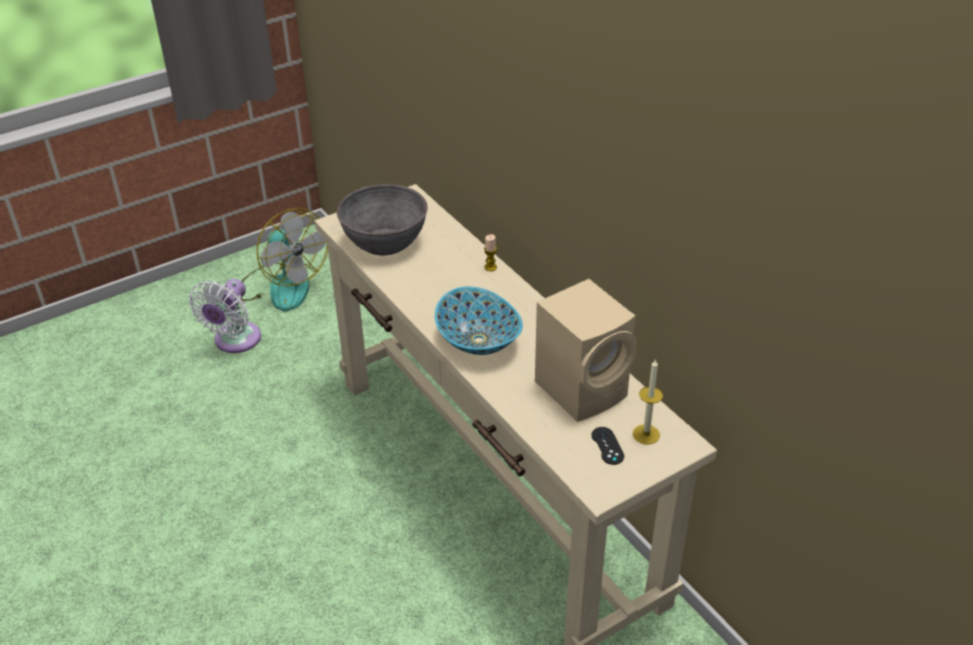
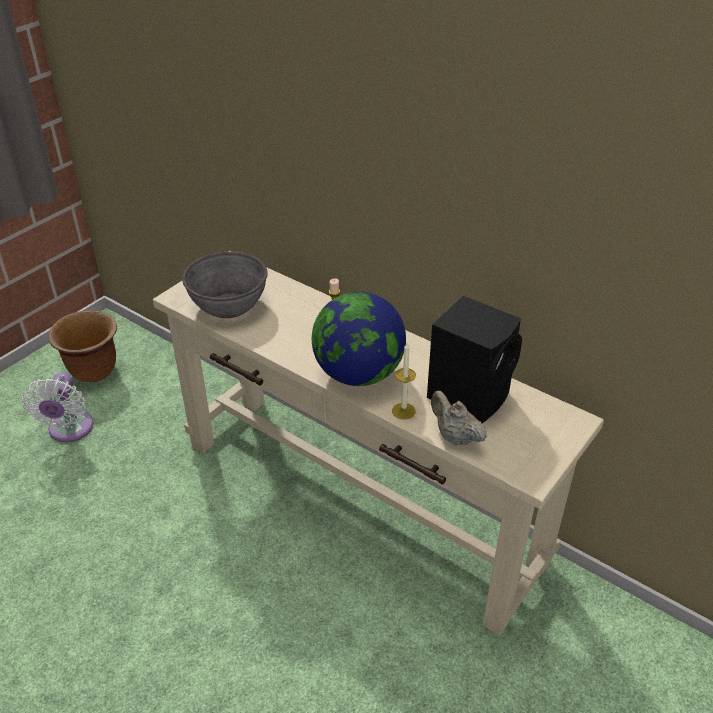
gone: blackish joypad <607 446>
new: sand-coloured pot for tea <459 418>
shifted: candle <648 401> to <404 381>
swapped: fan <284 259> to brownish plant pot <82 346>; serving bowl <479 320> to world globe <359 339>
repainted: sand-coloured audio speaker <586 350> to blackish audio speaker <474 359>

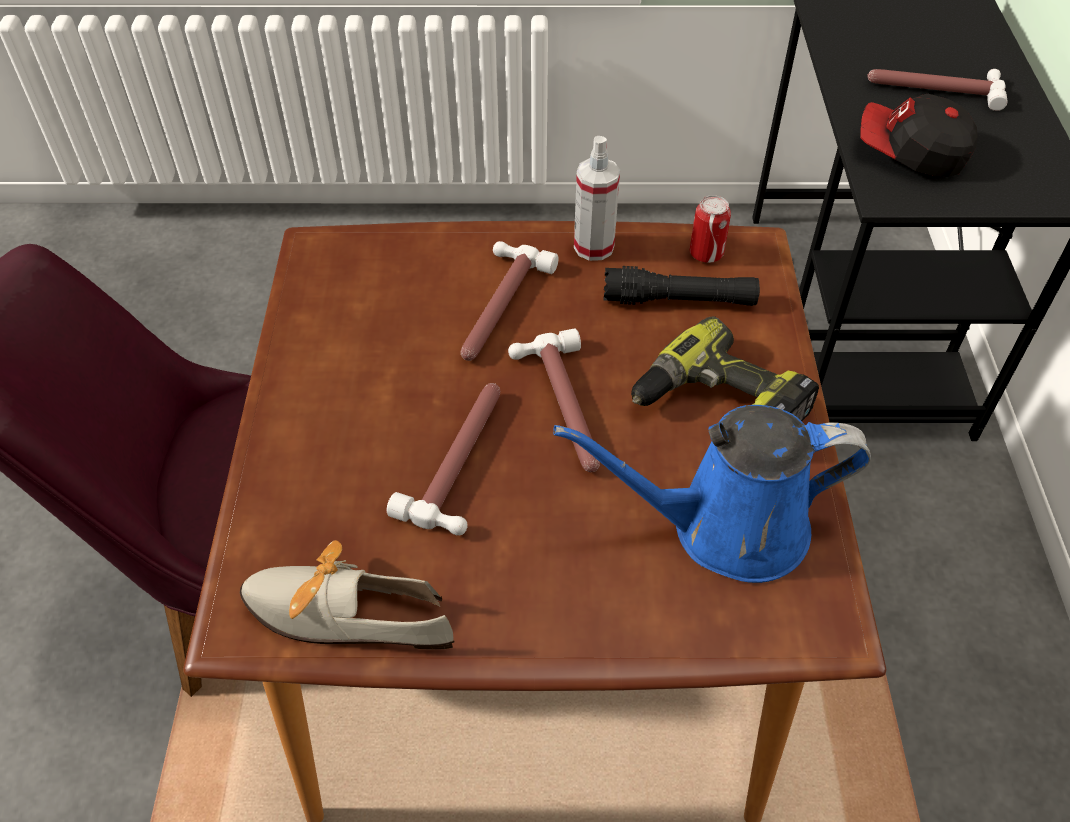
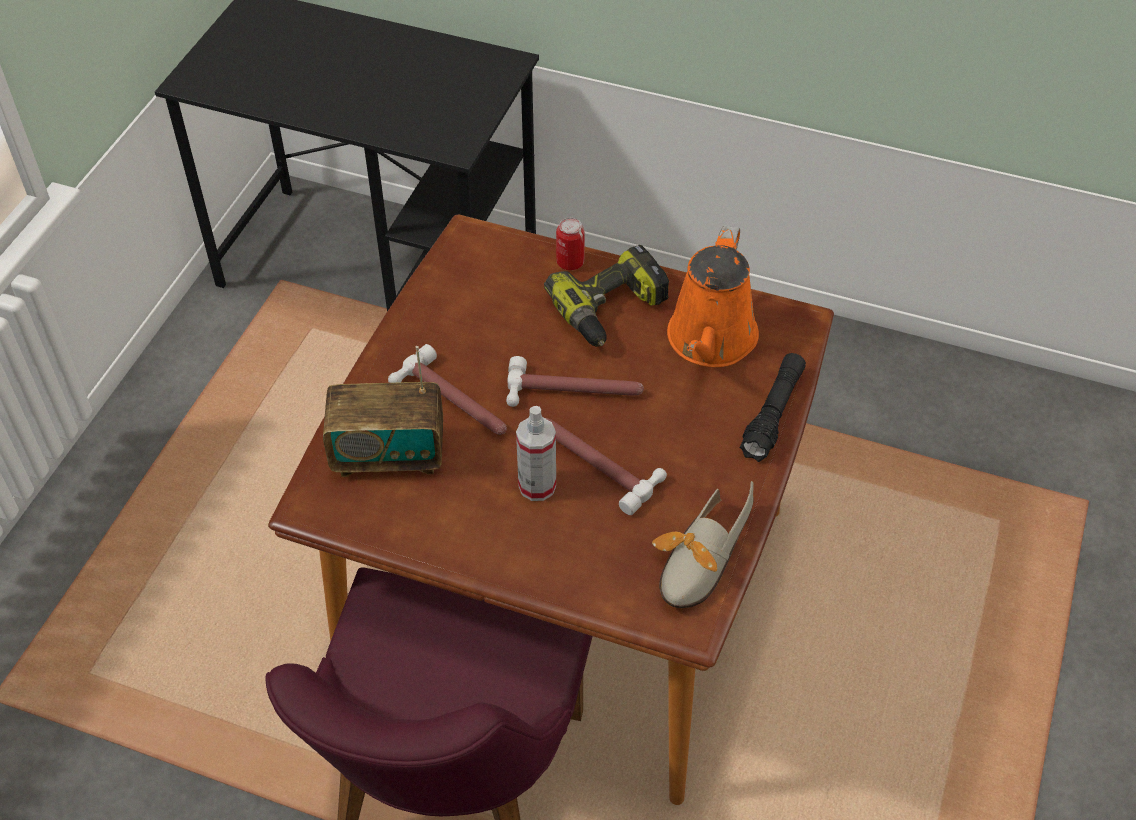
gone: tool hammer <937 90>; cap <919 135>
new: radio receiver <383 411>
shifted: sprayer <597 198> to <536 453>; sealed can <710 229> to <570 244>; blackish hand torch <681 286> to <773 407>
repainted: bluish watering can <712 494> to orangey watering can <713 296>

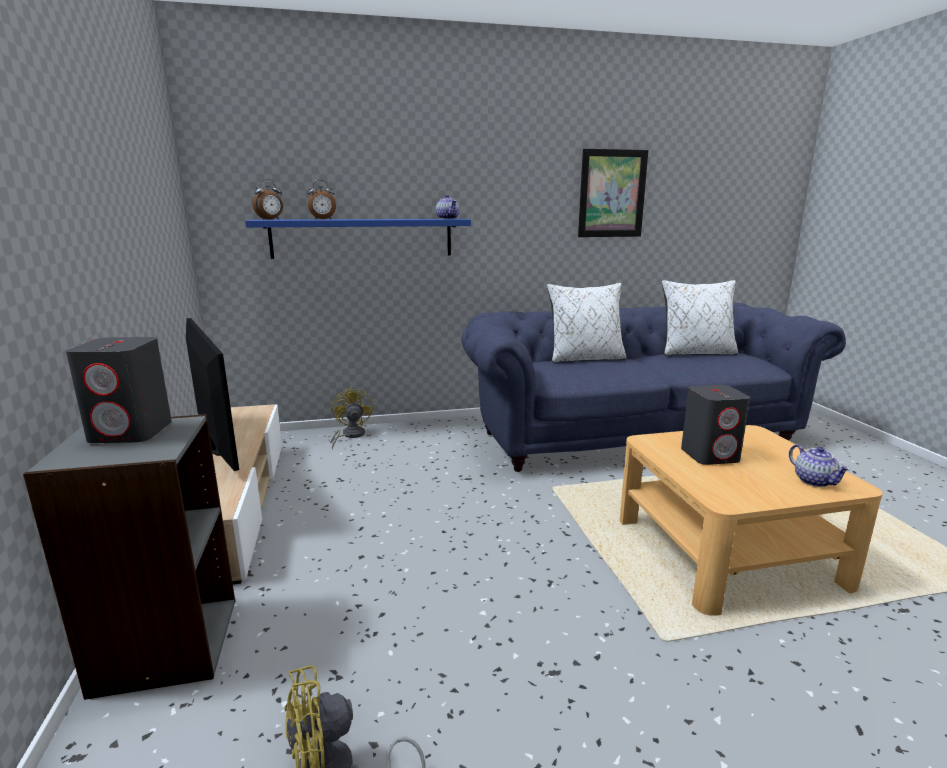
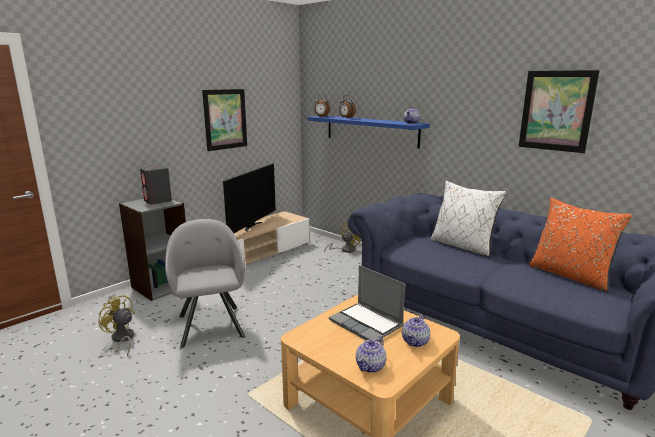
new: wall picture <224 120>; grey easy chair <205 284>; pot for tea <416 330>
swapped: grey audio speaker <715 425> to notebook computer <367 302>
repainted: white-coloured cushion <700 318> to orangey cushion <580 245>

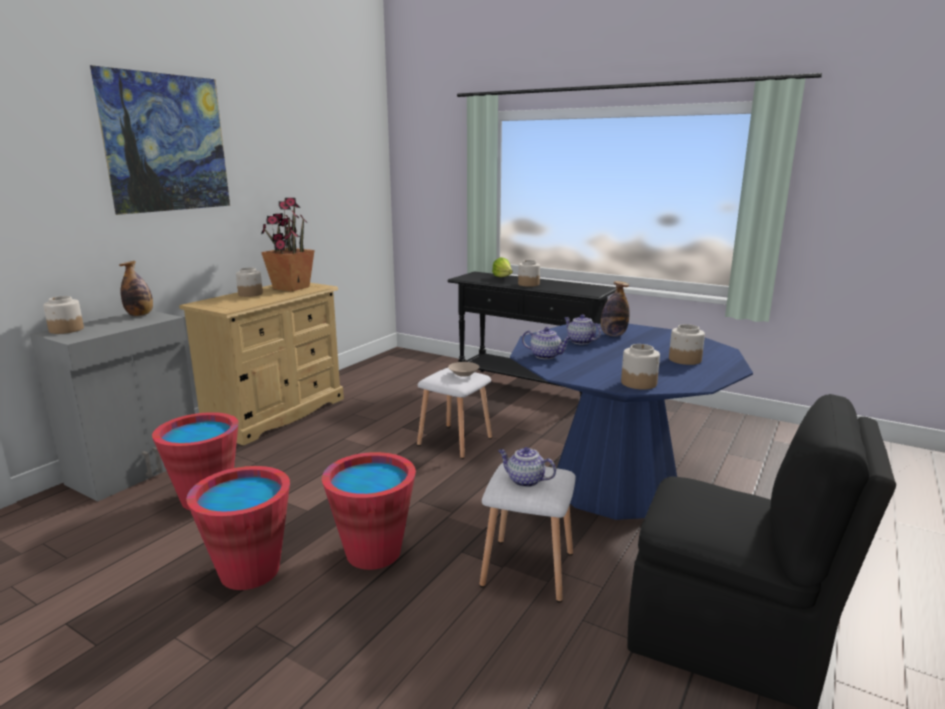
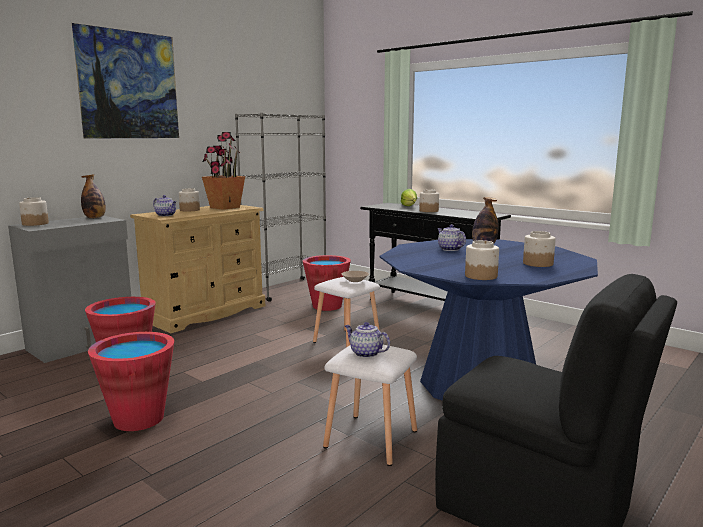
new: grey shelving unit <280 207>
shifted: pot for tea <546 343> to <165 205>; red bucket <369 511> to <327 283>

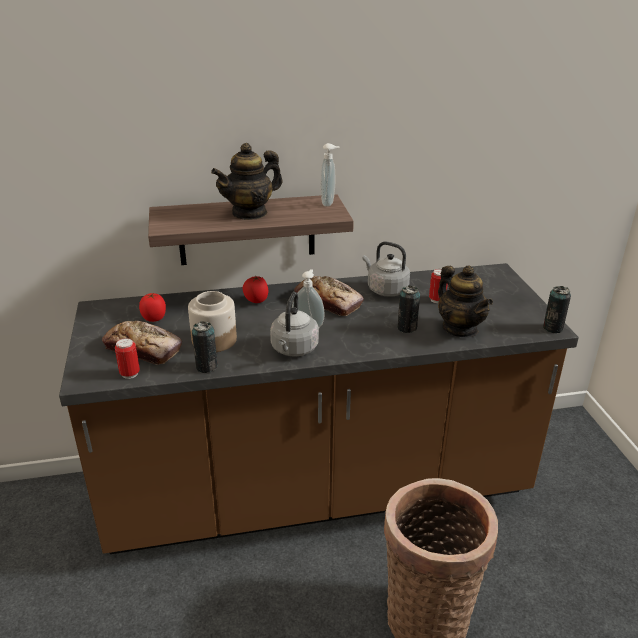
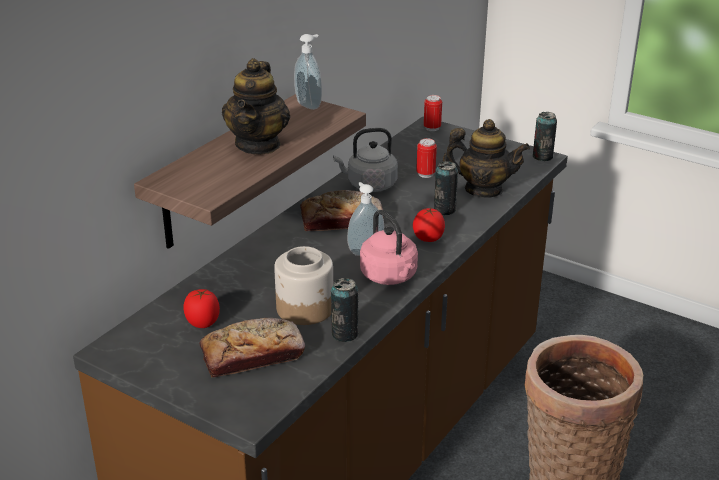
shifted: whole tomato <255 289> to <429 225>; sealed can <127 358> to <433 113>
repainted: grey kettle <294 324> to pink kettle <389 247>

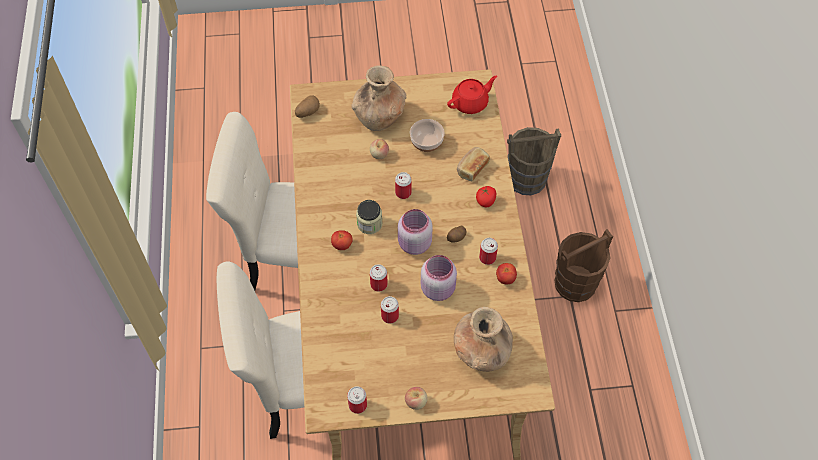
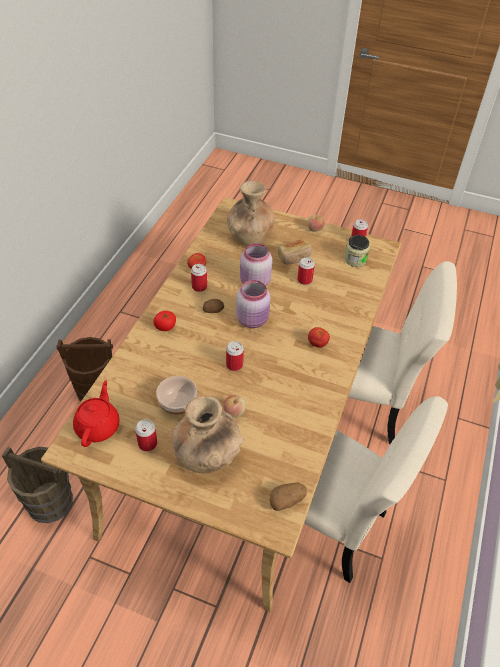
shifted: baked bread <473 164> to <295 251>; jar <369 217> to <357 251>; sealed can <379 278> to <146 435>
rotated: red pot for tea <472 95> = <96 413> 105 degrees clockwise

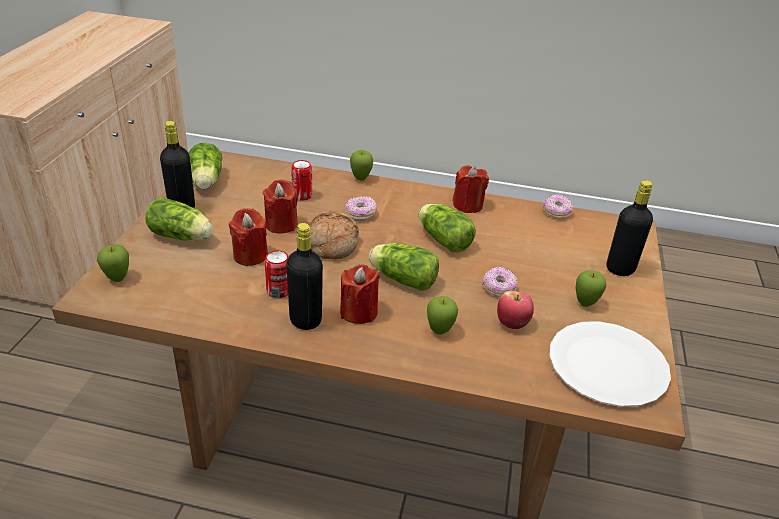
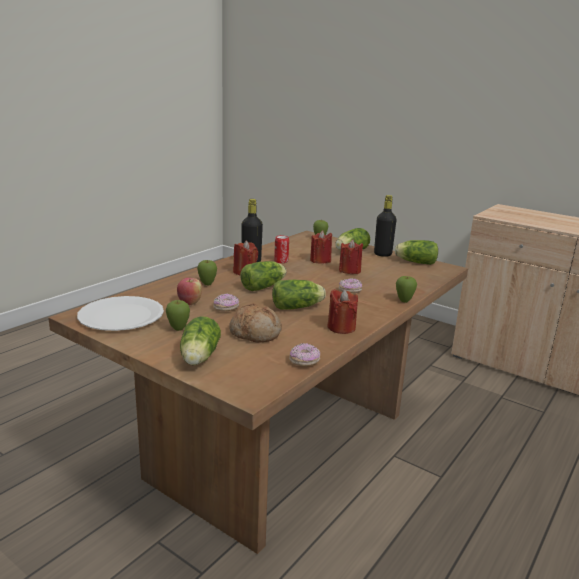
gone: sealed can <301 180>
shifted: baked bread <334 235> to <255 323>
swapped: blackish bottle <630 228> to head of lettuce <200 340>

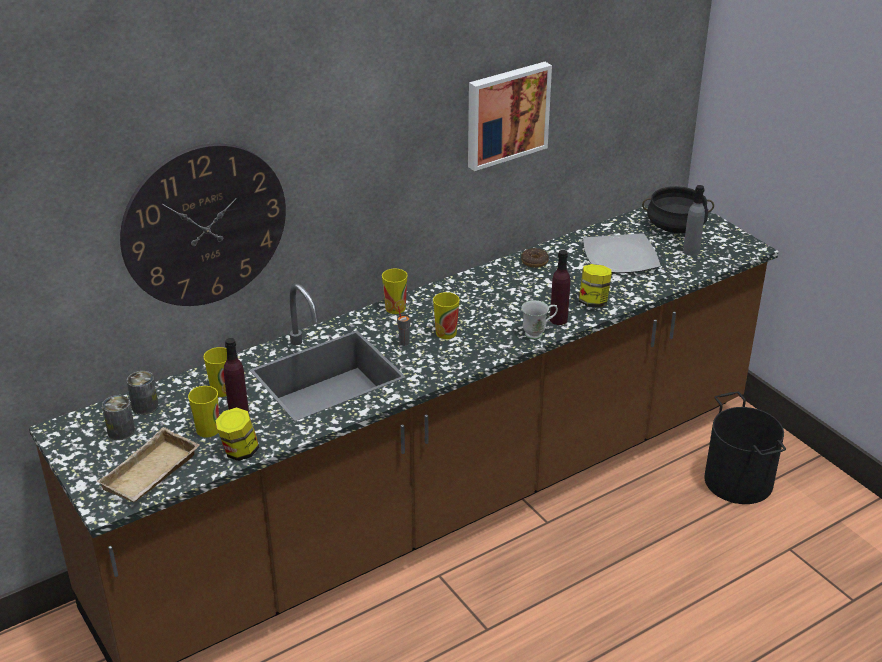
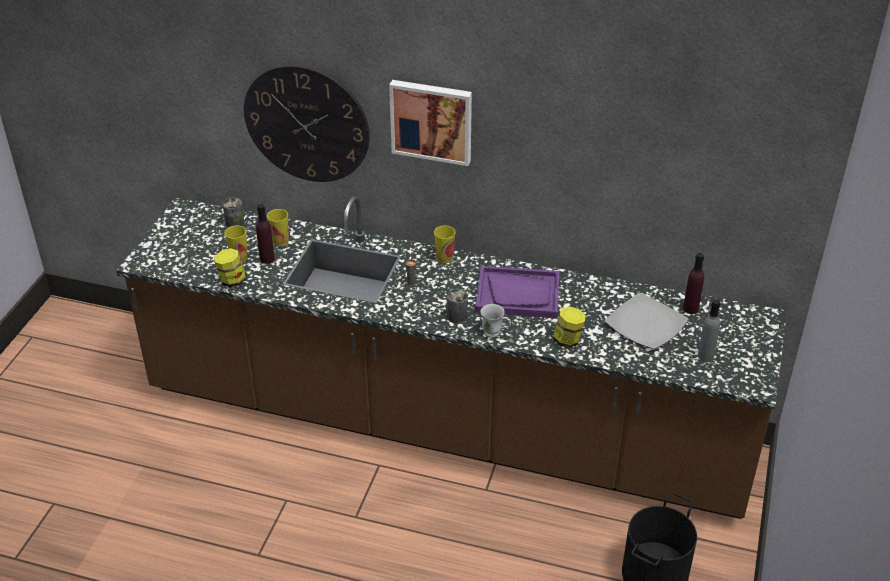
gone: blackish stockpot <678 209>; donut <535 258>; small cup <446 315>; sand-coloured serving tray <148 465>
new: purplish serving tray <517 292>
shifted: wall picture <510 116> to <430 123>; purplish bottle <560 287> to <693 283>; sealed can <118 417> to <457 306>

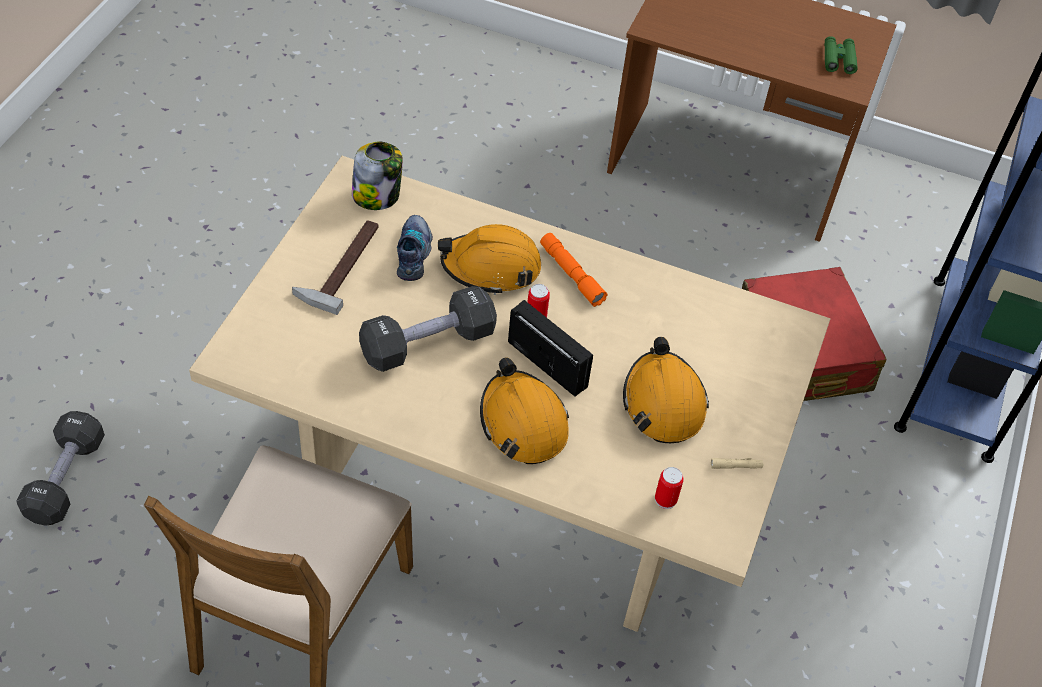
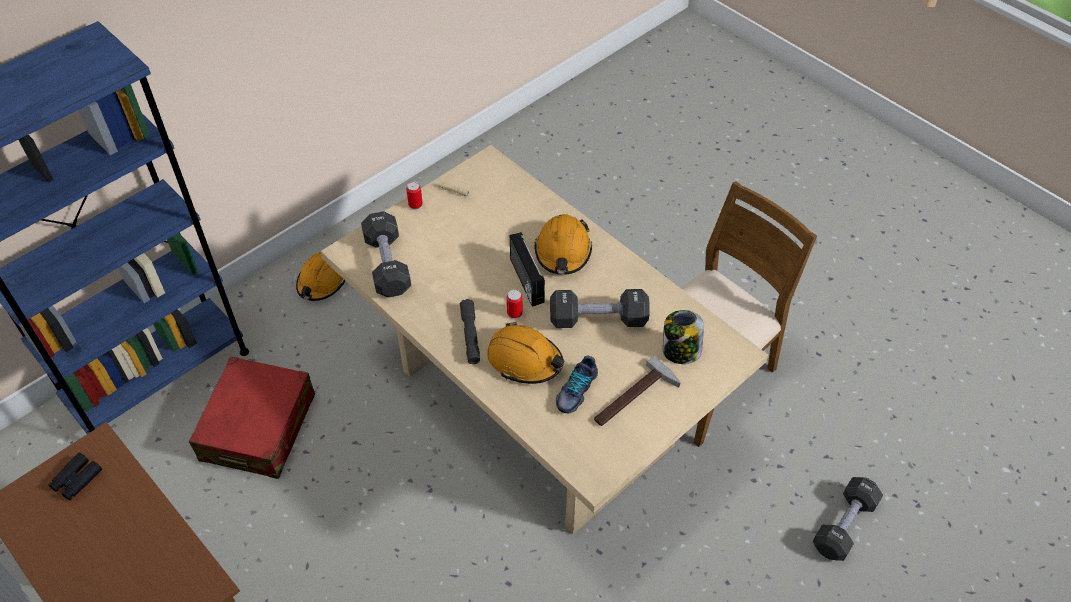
new: blackish free weight <386 254>
shifted: jar <377 176> to <683 337>; orangey work helmet <666 390> to <320 276>; sealed can <669 488> to <414 195>
repainted: green binoculars <841 55> to blackish binoculars <75 476>; orangey hand torch <574 270> to grey hand torch <470 331>

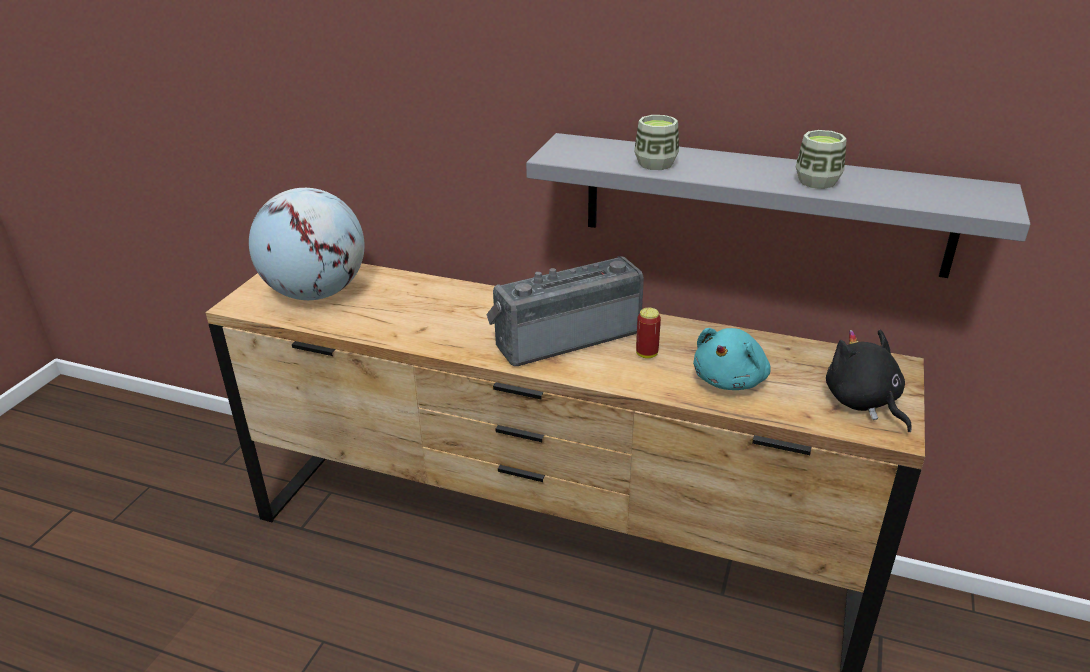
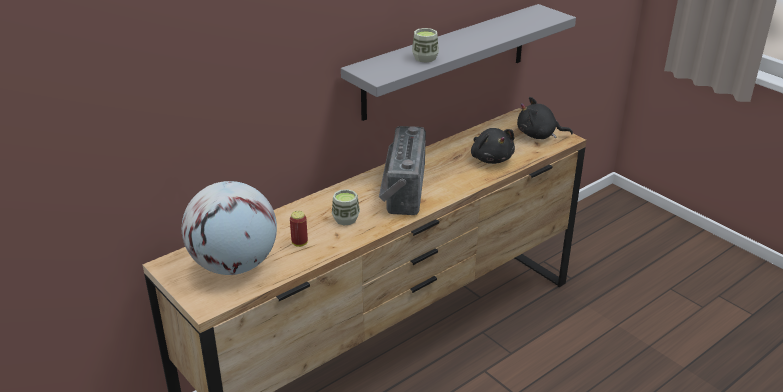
shifted: small cup <821 159> to <346 207>; sealed can <648 333> to <299 229>
repainted: turquoise-coloured cuddly toy <732 359> to blackish cuddly toy <493 146>

